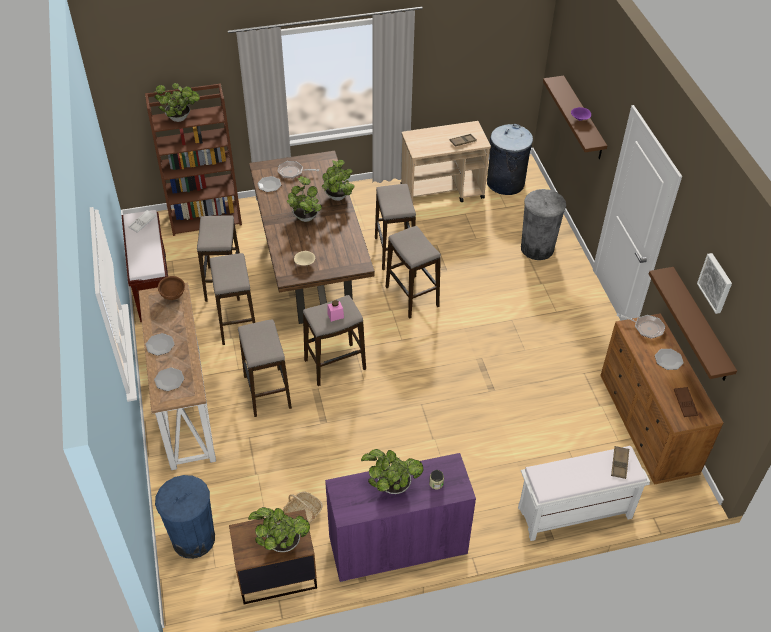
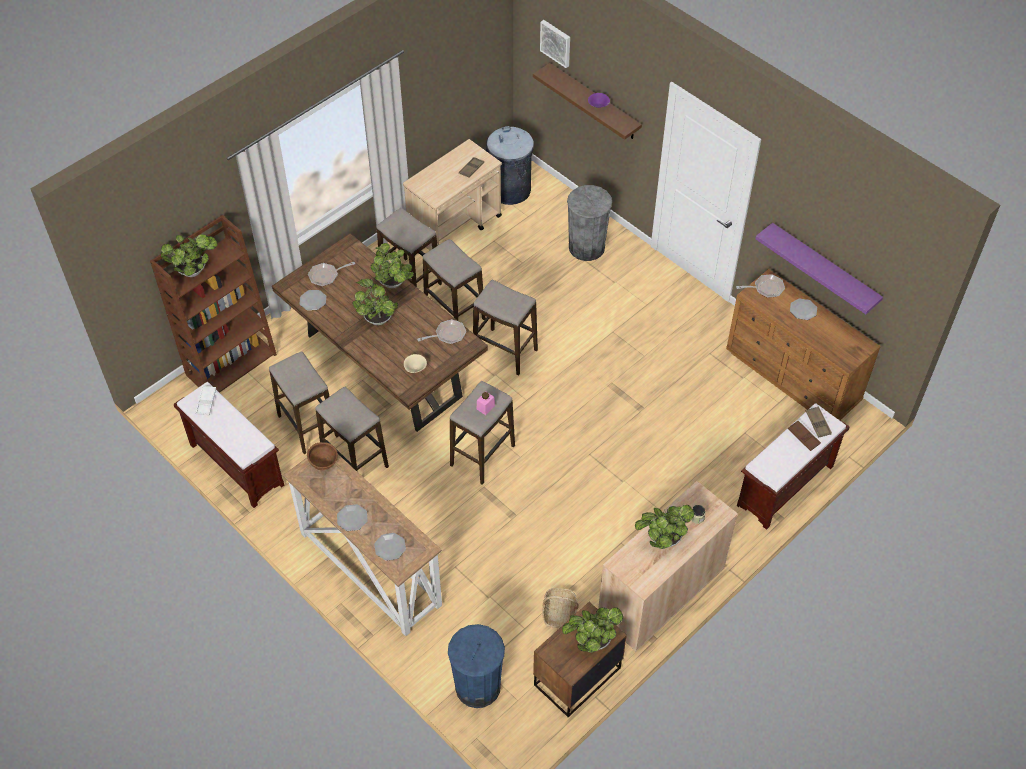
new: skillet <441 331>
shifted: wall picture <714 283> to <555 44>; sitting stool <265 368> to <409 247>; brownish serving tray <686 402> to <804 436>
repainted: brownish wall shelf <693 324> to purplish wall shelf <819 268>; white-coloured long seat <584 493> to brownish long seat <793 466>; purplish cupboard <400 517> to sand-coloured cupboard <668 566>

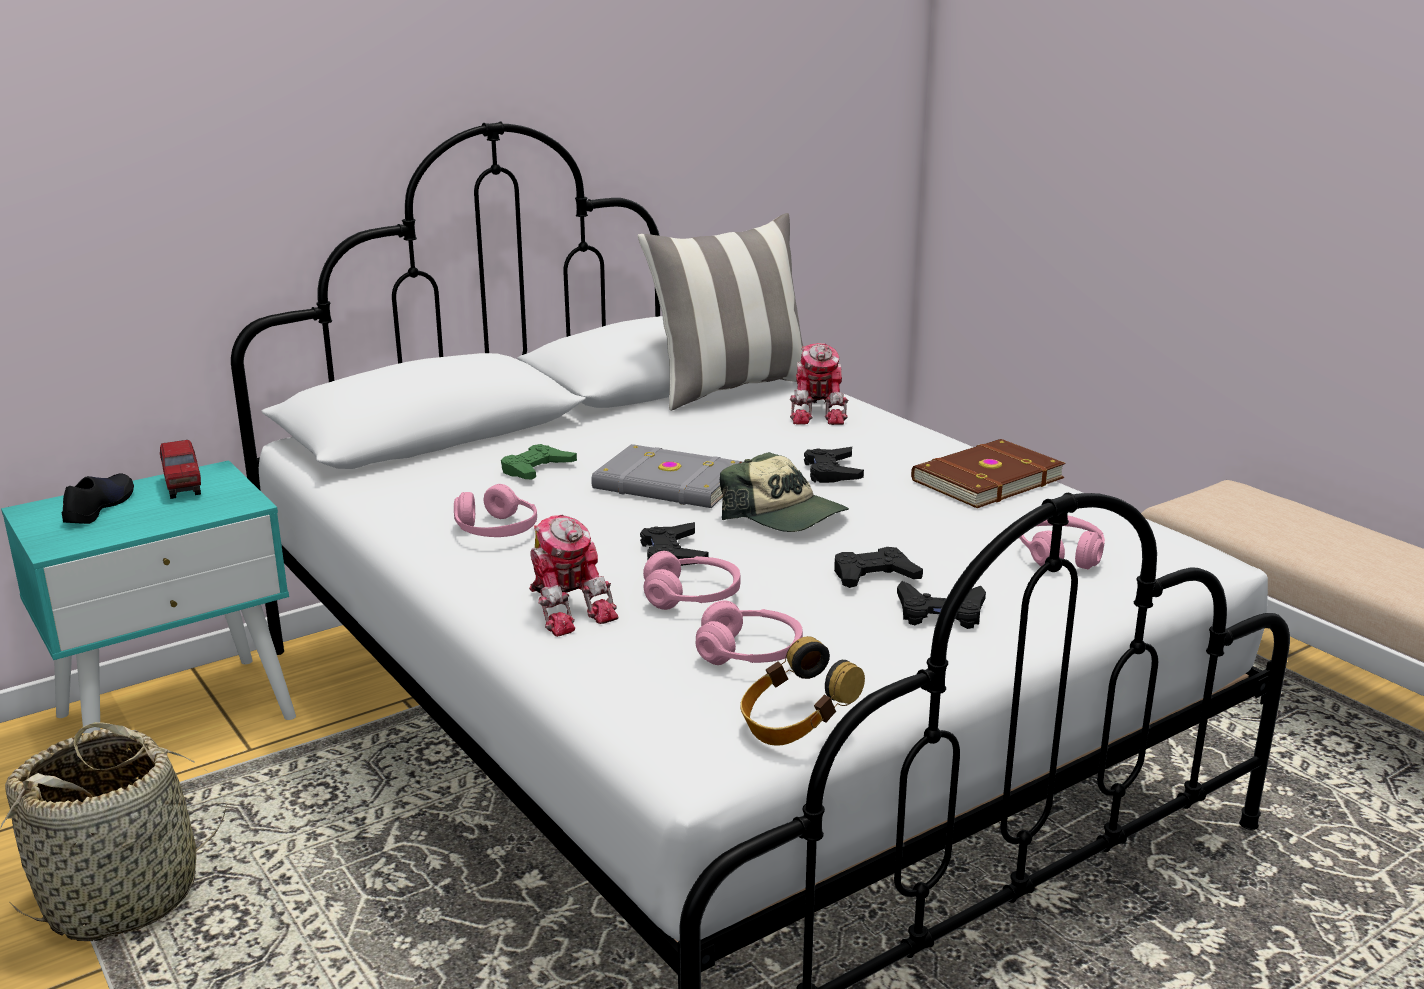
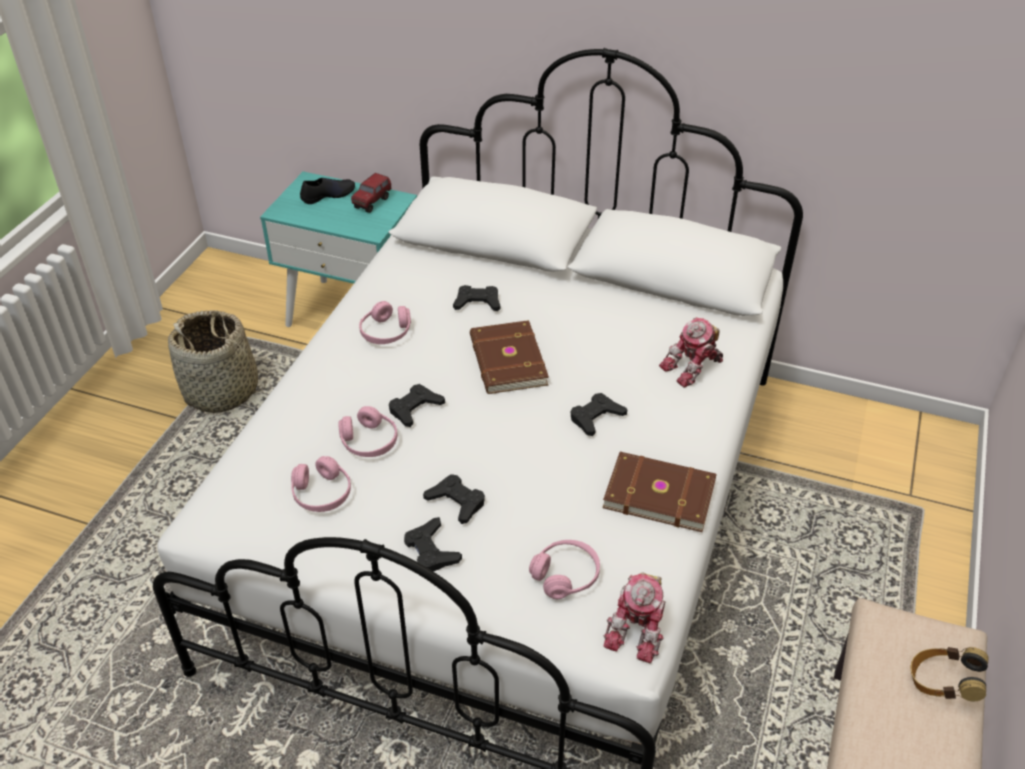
gone: cushion <720 312>; cap <784 492>
shifted: toy robot <574 576> to <634 618>; headset <802 691> to <950 674>
repainted: green joypad <539 461> to blackish joypad <477 298>; grey volume <667 476> to brownish volume <509 357>

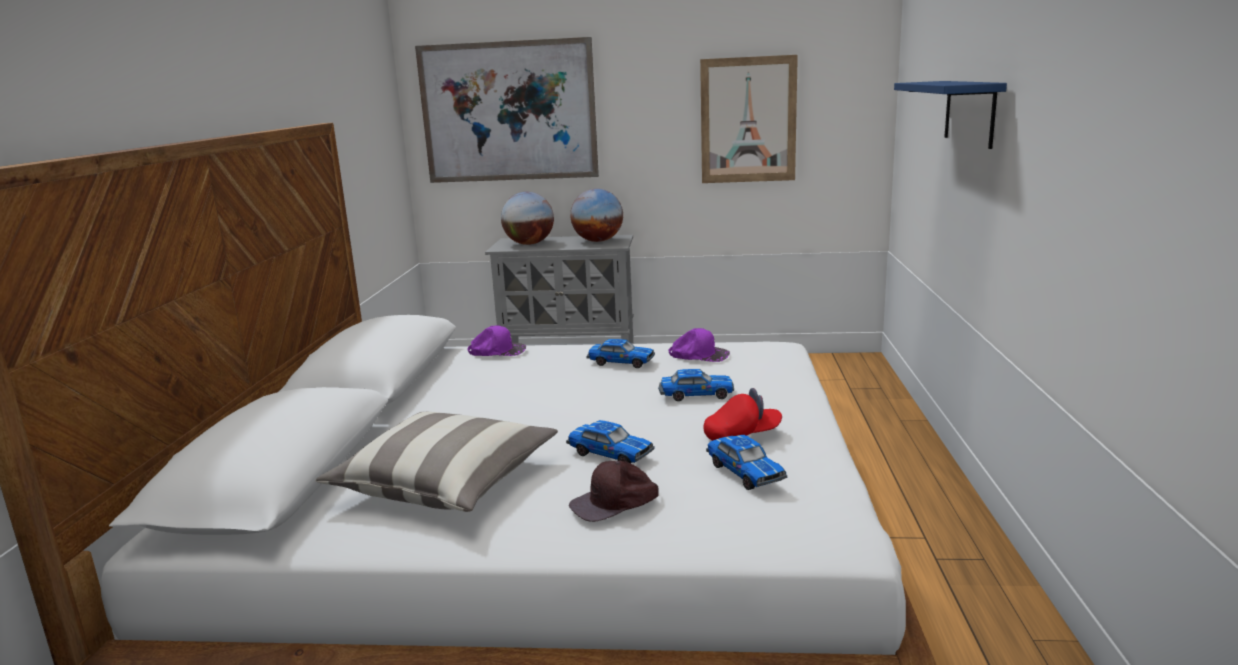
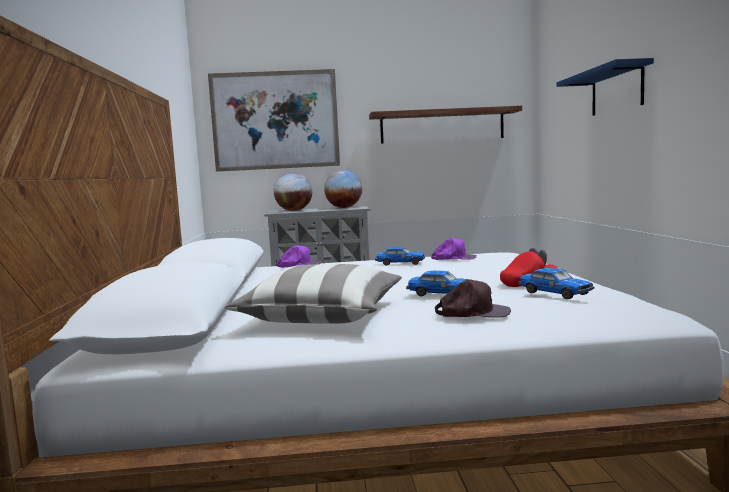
gone: miniature car <696 385>
swapped: wall picture <749 119> to wall shelf <445 124>
rotated: brownish cap <614 491> = <473 298> 135 degrees counterclockwise

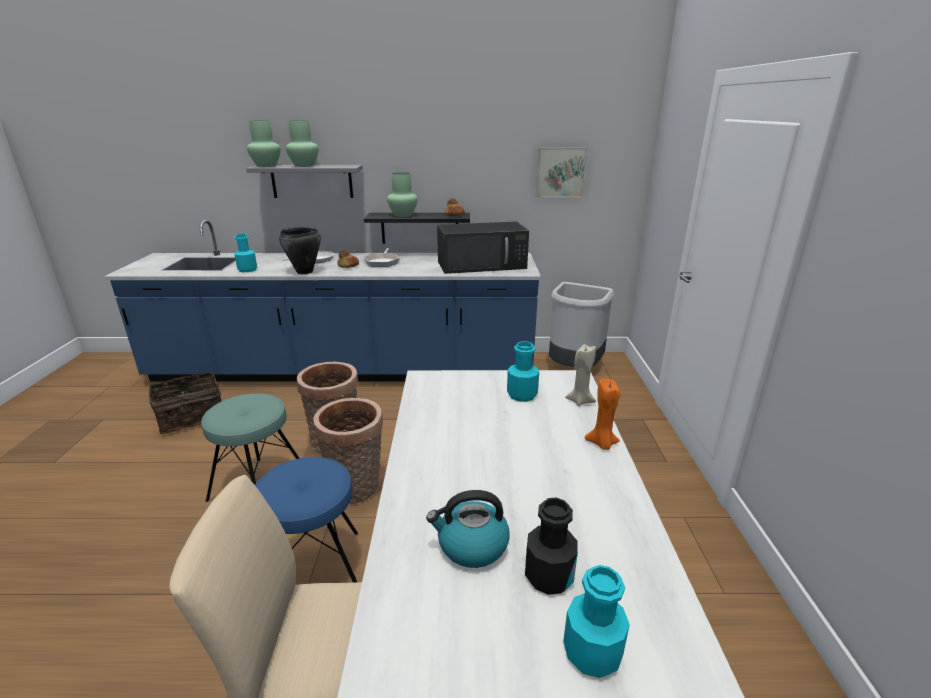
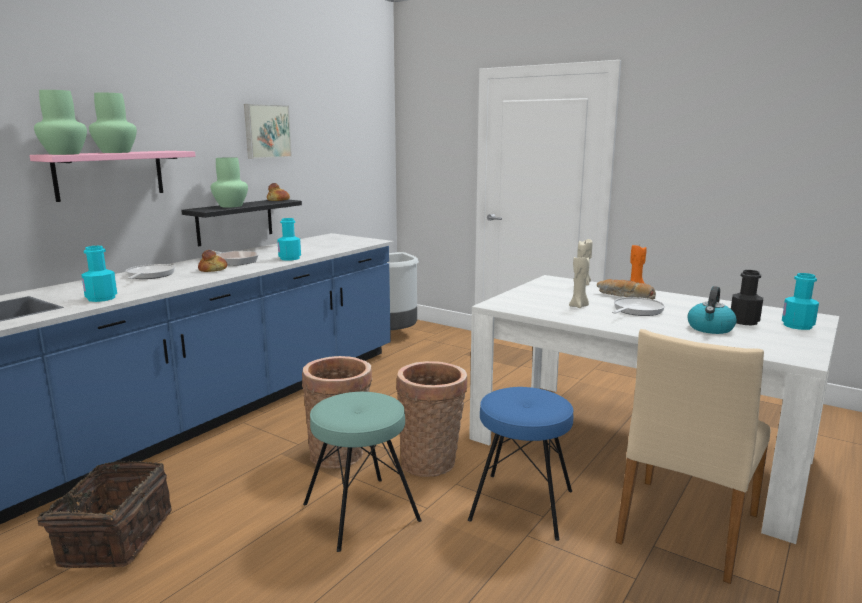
gone: blackish kitchen microwave <483 247>; blackish stockpot <300 250>
new: sand-coloured candle <579 282>; baked bread <626 289>; skillet <638 306>
shifted: wall picture <561 172> to <268 131>; turquoise-coloured bottle <523 371> to <289 239>
repainted: grey wall shelf <304 181> to pink wall shelf <112 176>

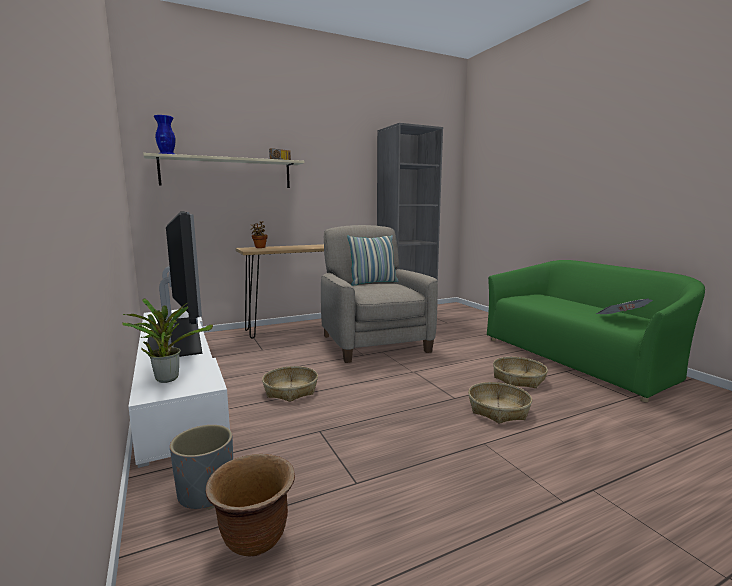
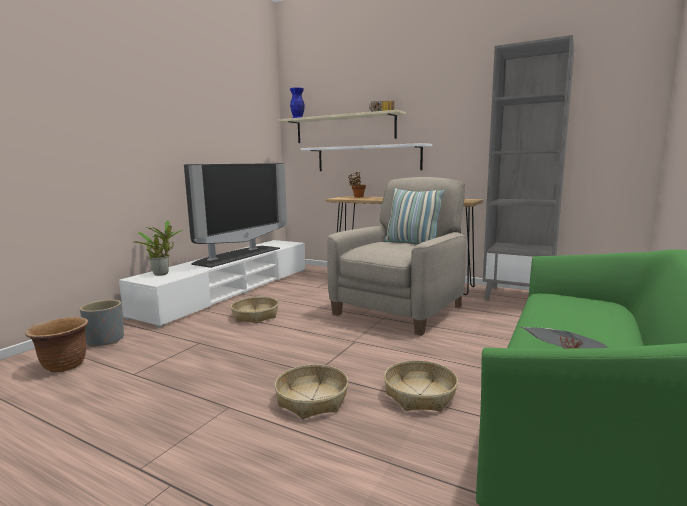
new: white-coloured wall shelf <366 157>

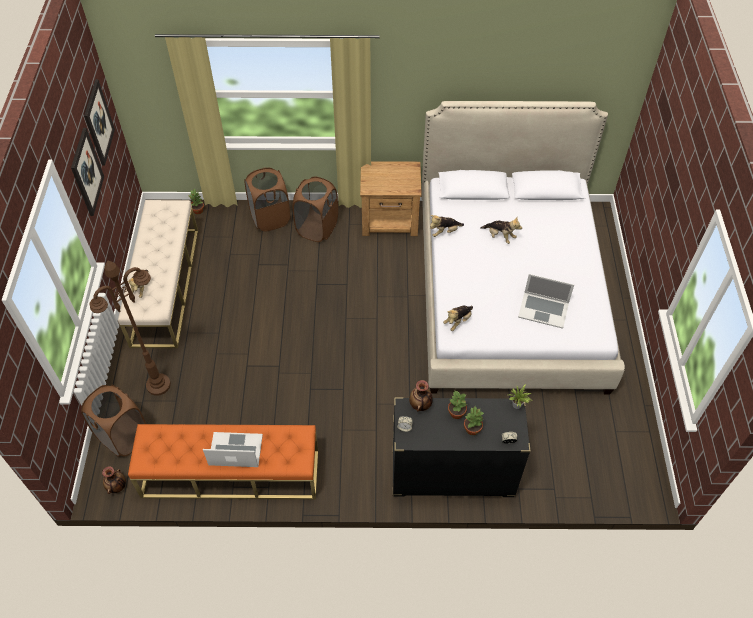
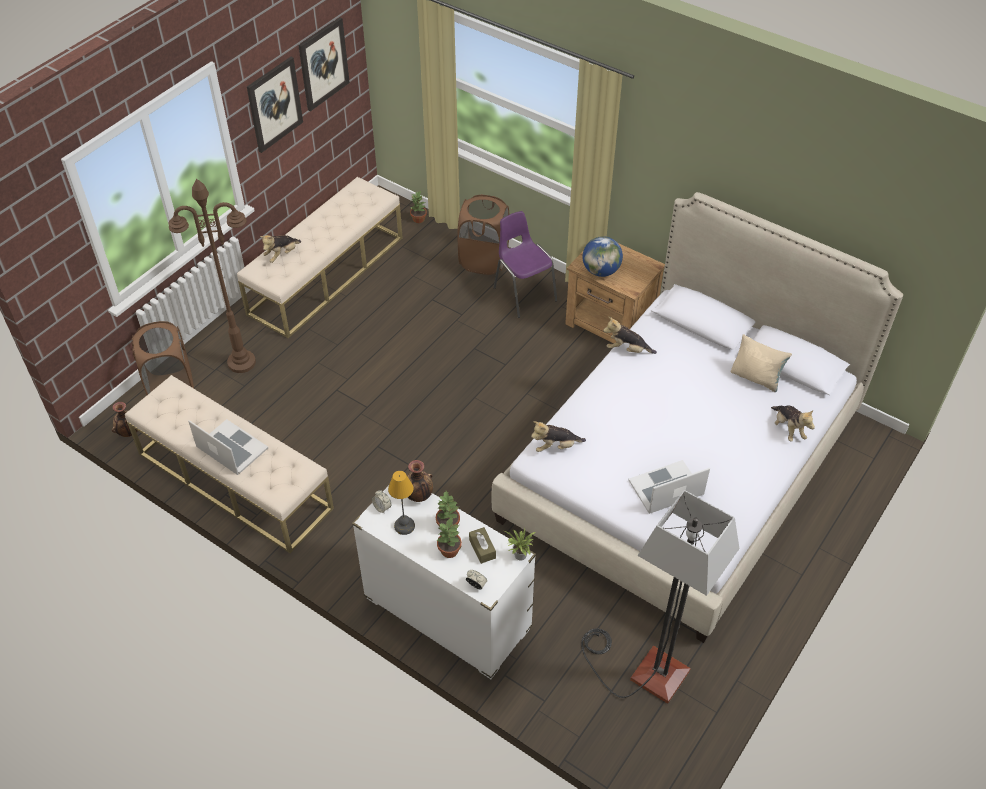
new: world globe <603 256>; sand-coloured cushion <761 363>; tabletop lamp <401 503>; standard lamp <660 597>; brownish tissue holder <482 545>
shifted: cuddly toy <501 230> to <793 423>
swapped: brownish hamper <315 209> to purplish plain chair <525 264>
repainted: blackish drawer chest <461 447> to white-coloured drawer chest <444 582>; orangey long seat <223 461> to sand-coloured long seat <229 464>
rotated: notebook computer <546 301> = <669 487> 105 degrees clockwise

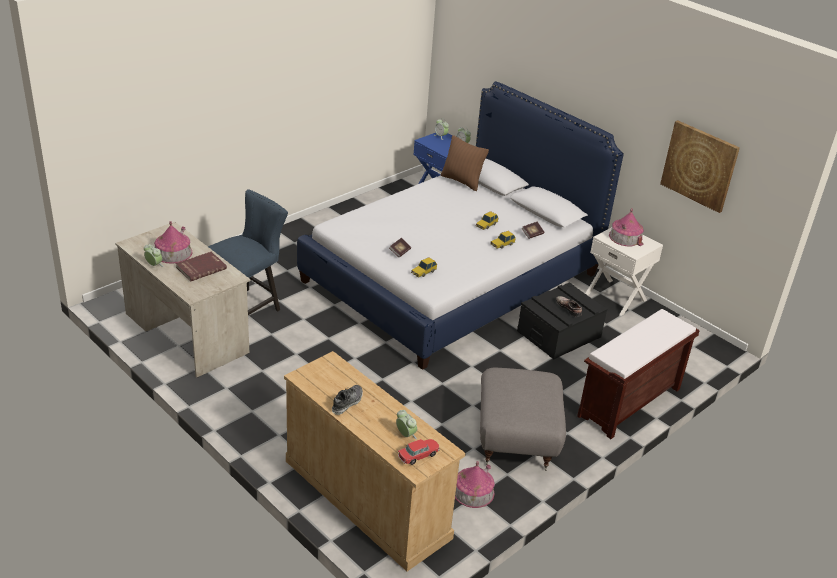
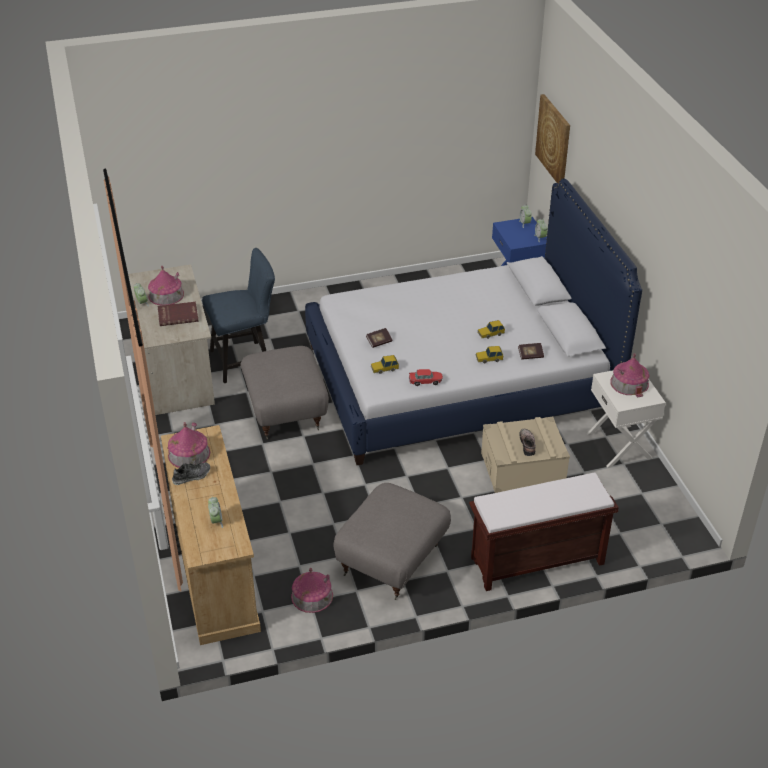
gone: brownish cushion <465 163>
new: grey pouffe <285 393>; model house <188 445>
shifted: wall picture <700 166> to <552 138>; miniature car <418 452> to <426 377>
repainted: blackish storage container <562 320> to sand-coloured storage container <525 455>

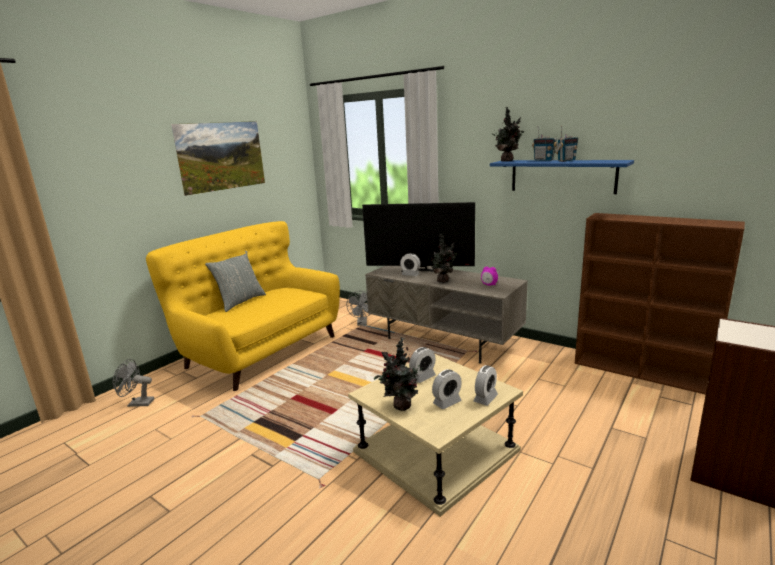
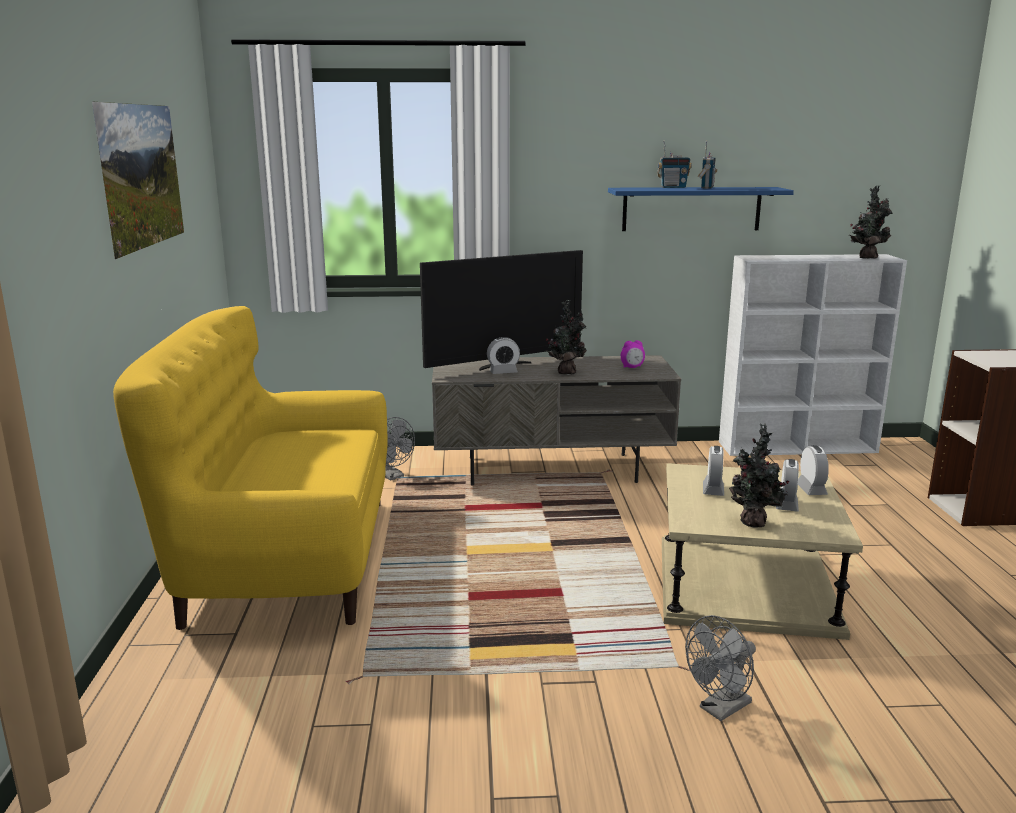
gone: grey cushion <235 281>
shifted: potted plant <508 134> to <870 222>; grey fan <133 383> to <720 668>
repainted: brownish shelving unit <660 304> to white-coloured shelving unit <813 355>

